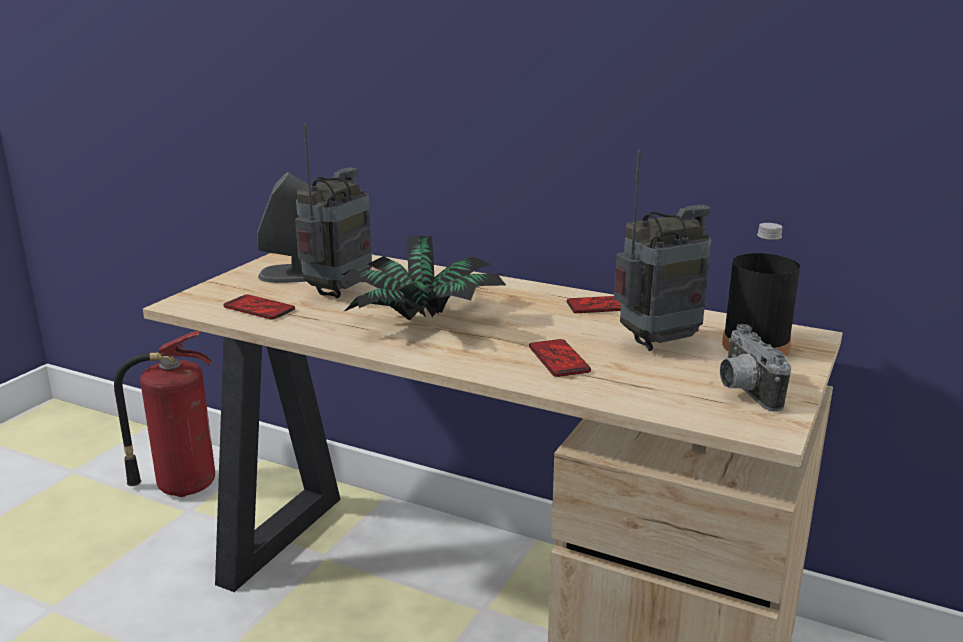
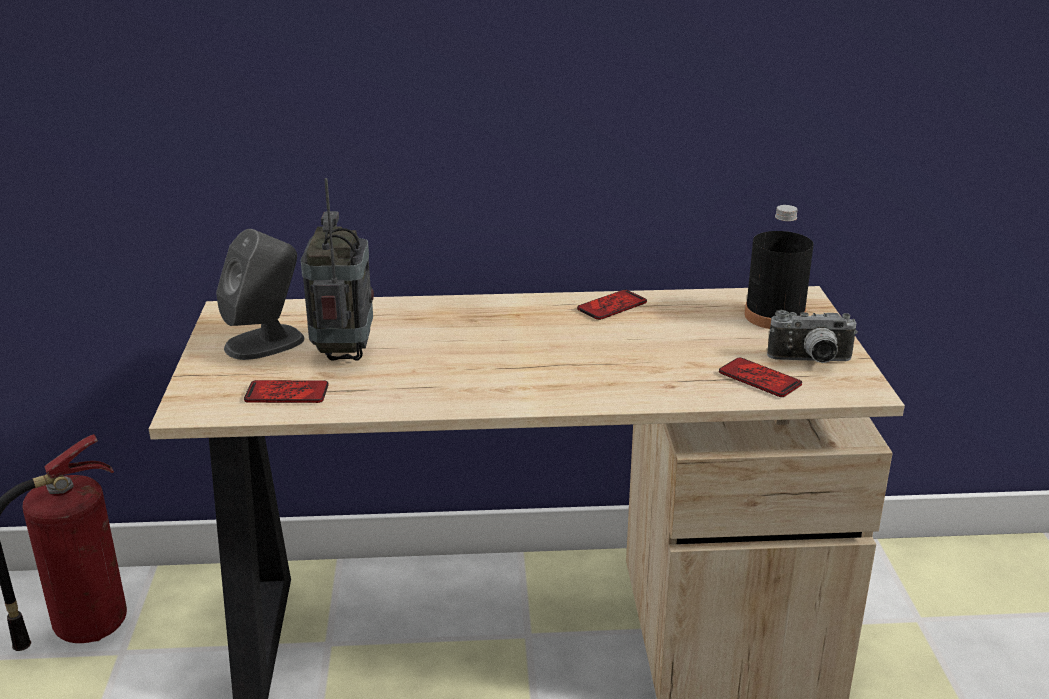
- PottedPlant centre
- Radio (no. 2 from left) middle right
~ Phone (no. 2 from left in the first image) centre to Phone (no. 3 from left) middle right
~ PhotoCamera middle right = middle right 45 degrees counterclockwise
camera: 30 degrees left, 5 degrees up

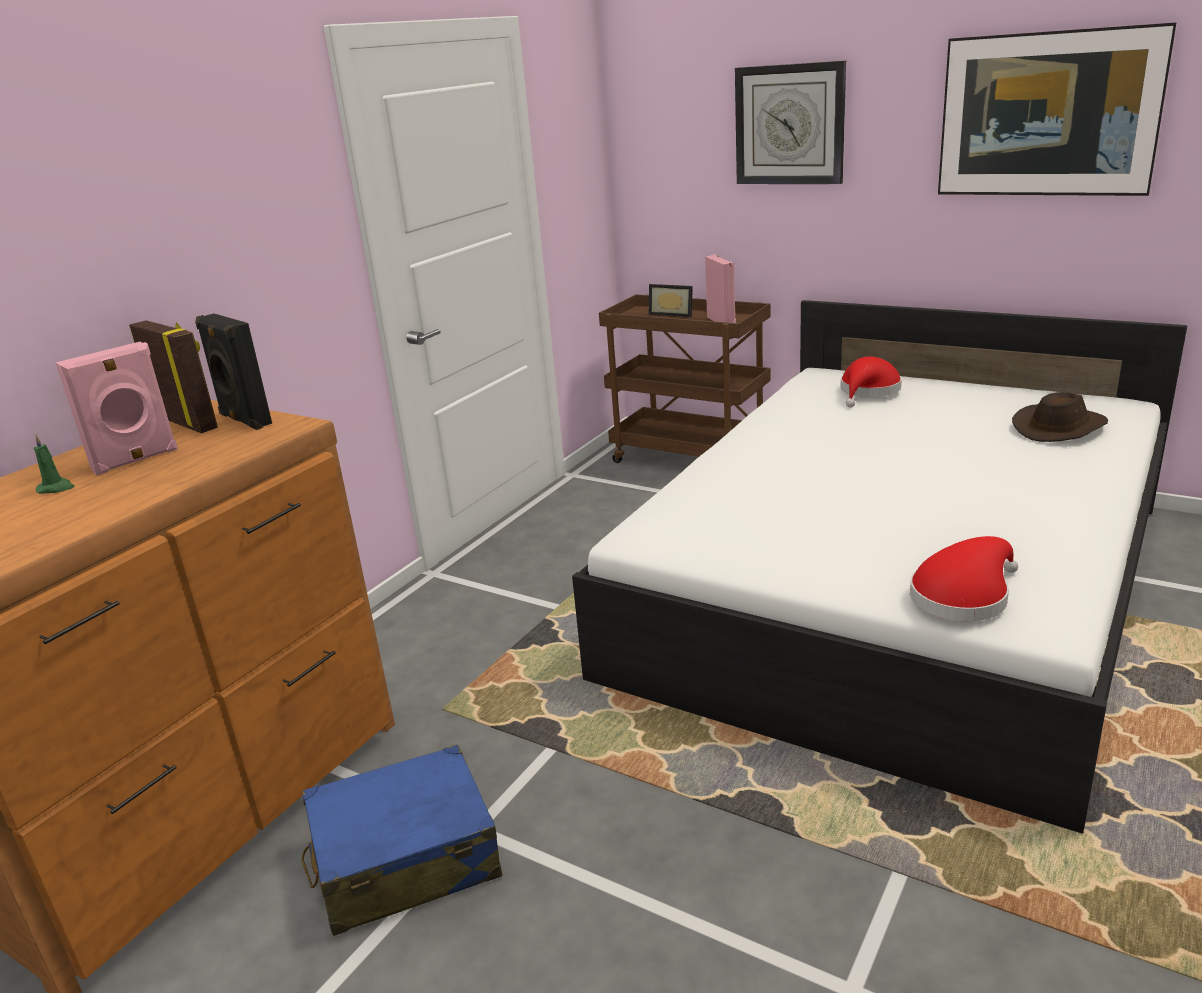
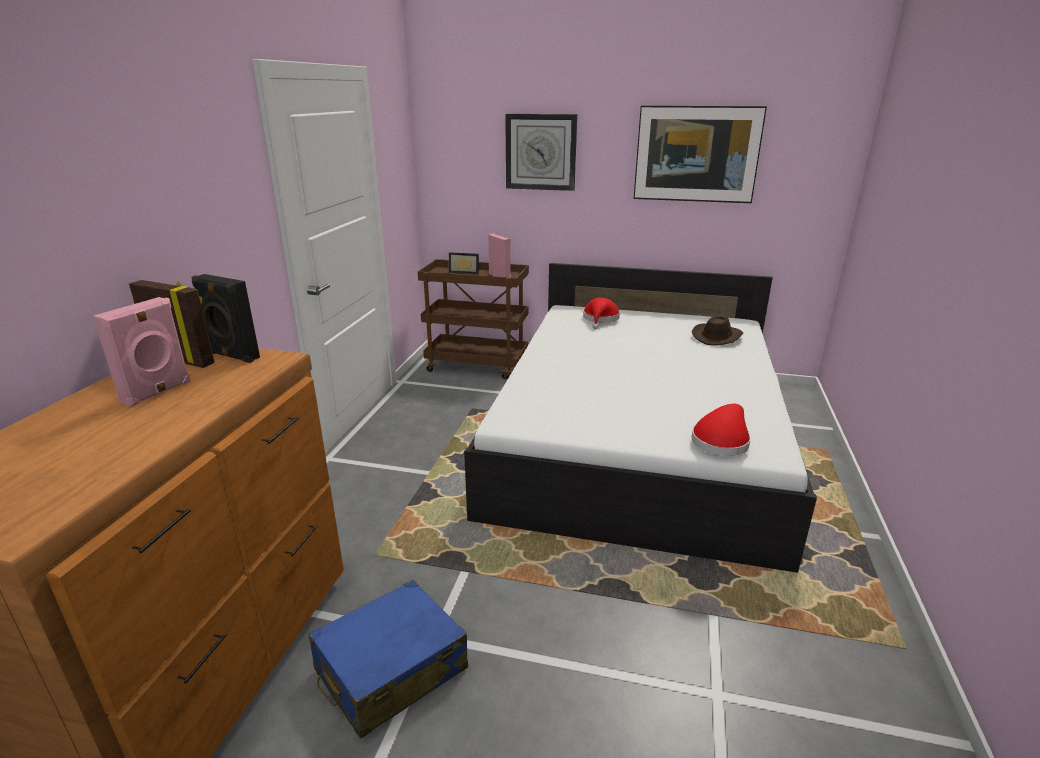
- GreenCandle middle left
camera: 20 degrees left, 0 degrees up

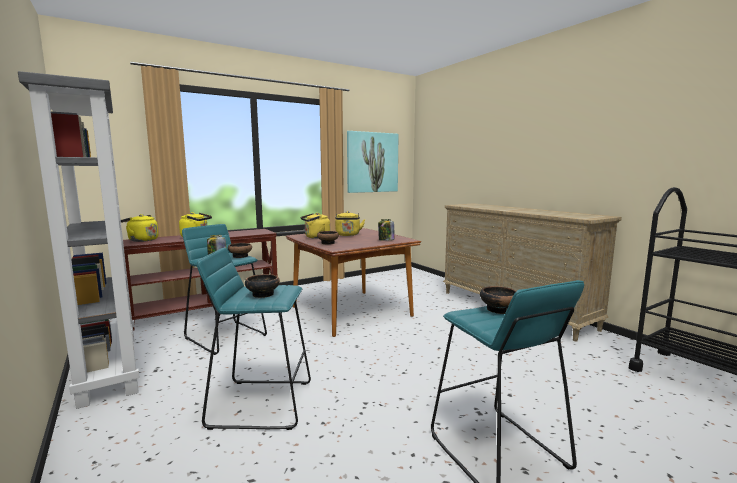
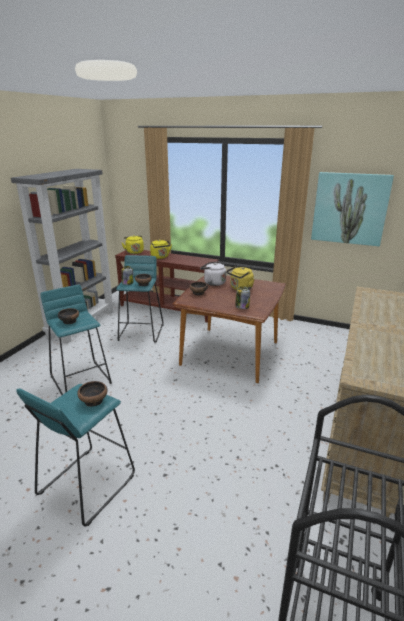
~ YellowKettle (no. 3 from left) centre to WhiteKettle centre
camera: 55 degrees right, 15 degrees up

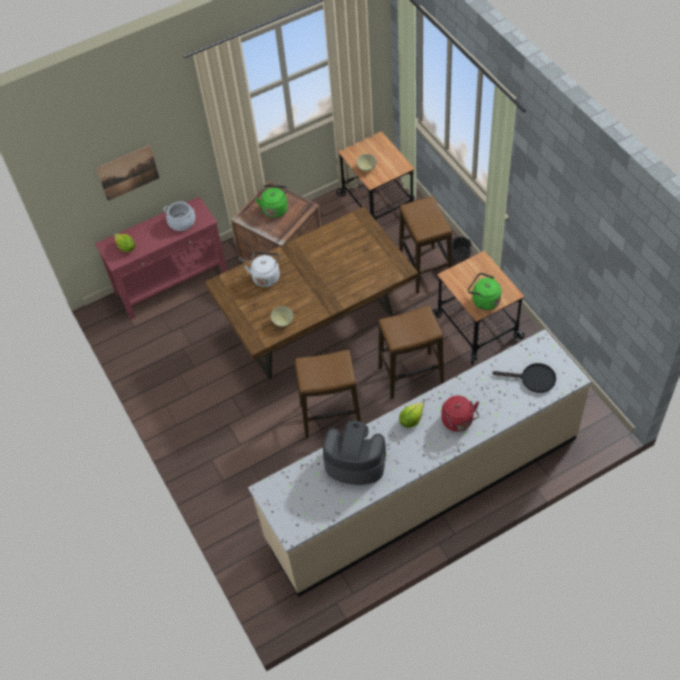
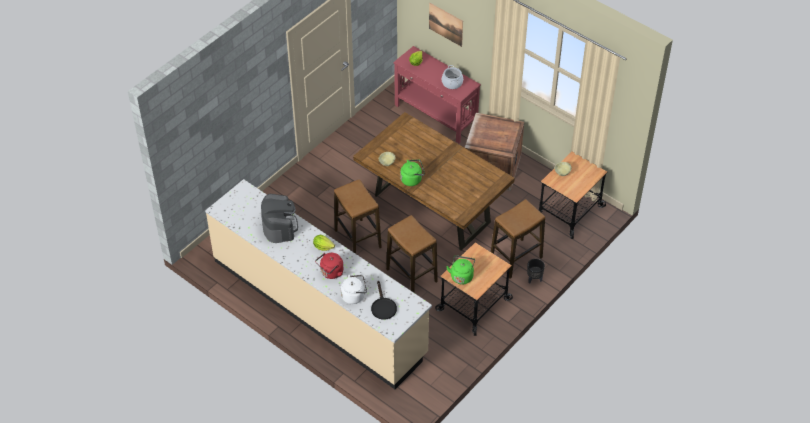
~ WhiteKettle centre to bottom centre
~ GreenKettle (no. 1 from left) top centre to centre
camera: 65 degrees right, 5 degrees down

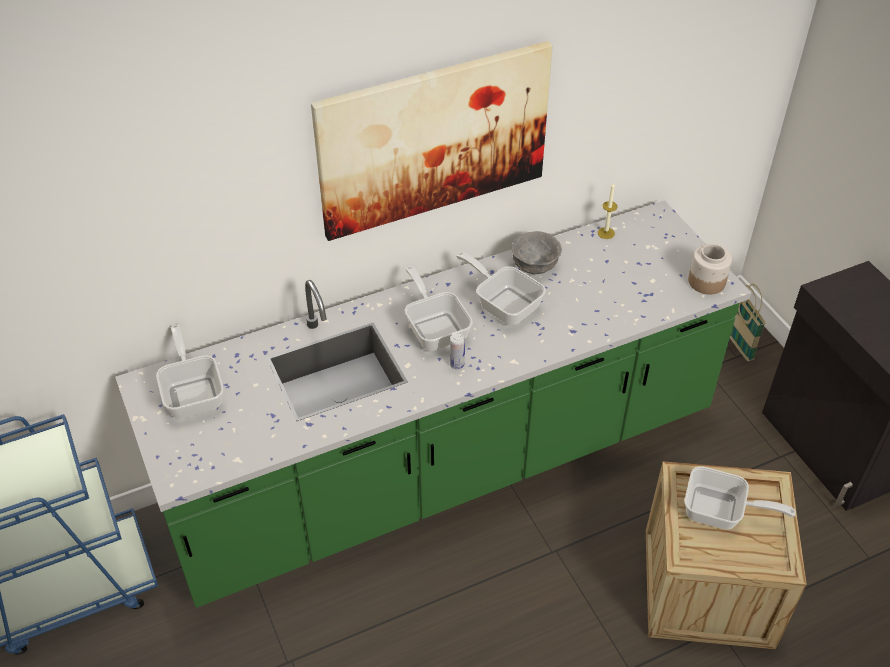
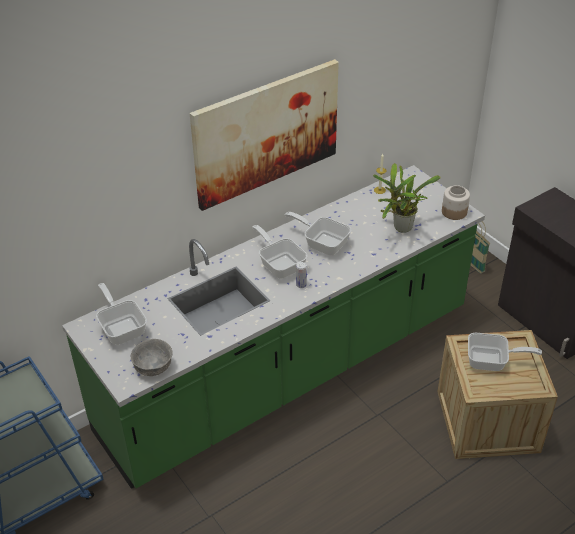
+ PottedPlant middle right
~ GreyBowl centre to bottom left
camera: 10 degrees left, 5 degrees down

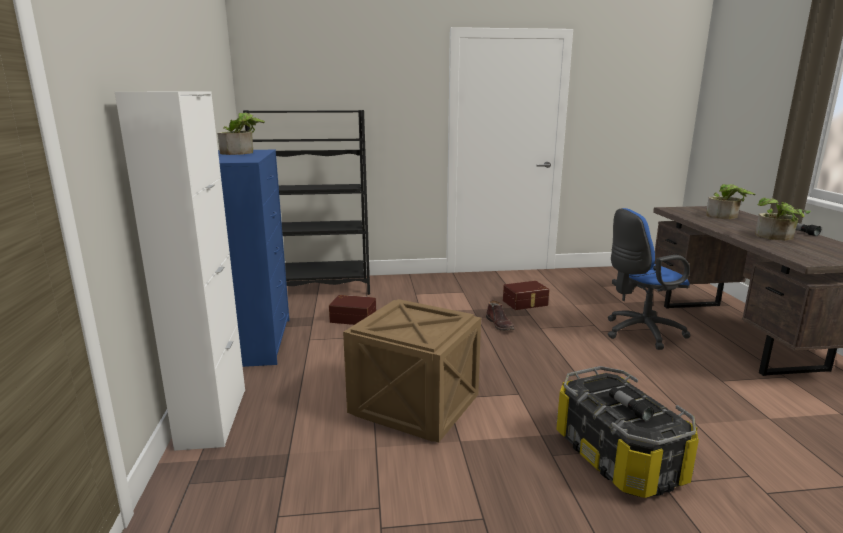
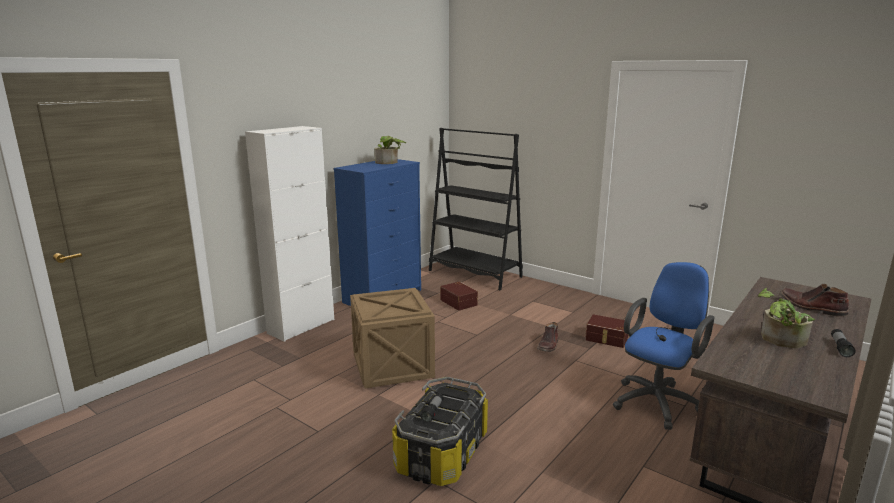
~ PottedPlant (no. 2 from left) middle right to BrownBoot (no. 2 from left) middle right
~ BlueOfficeChair middle right = bottom right 105 degrees clockwise
camera: 45 degrees right, 0 degrees up

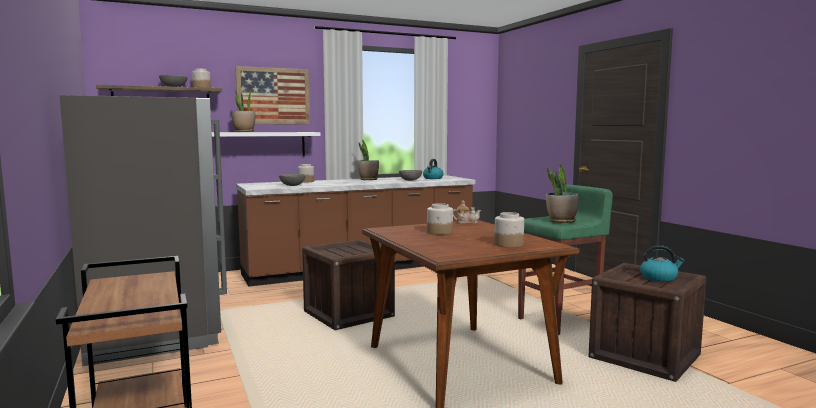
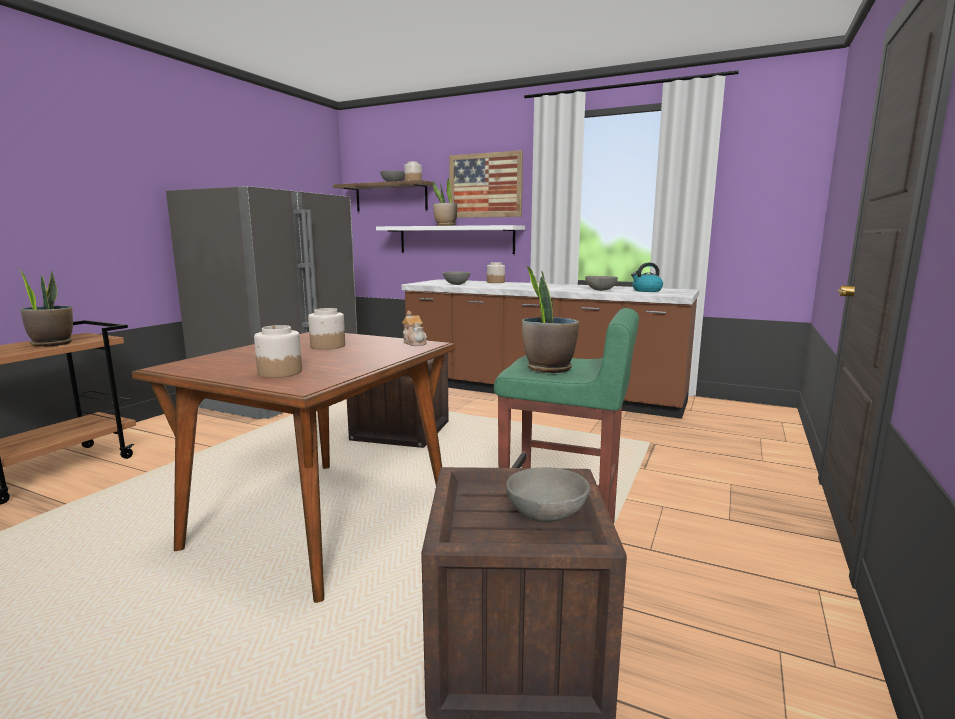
~ PottedPlant (no. 2 from left in the first image) centre to PottedPlant (no. 1 from left) middle left
~ Kettle (no. 2 from left) middle right to GreyBowl (no. 3 from left) bottom centre
camera: 50 degrees right, 5 degrees up

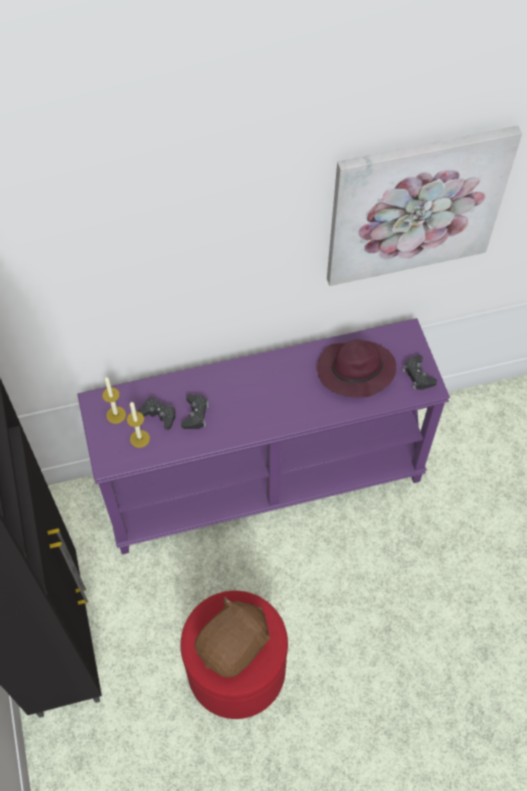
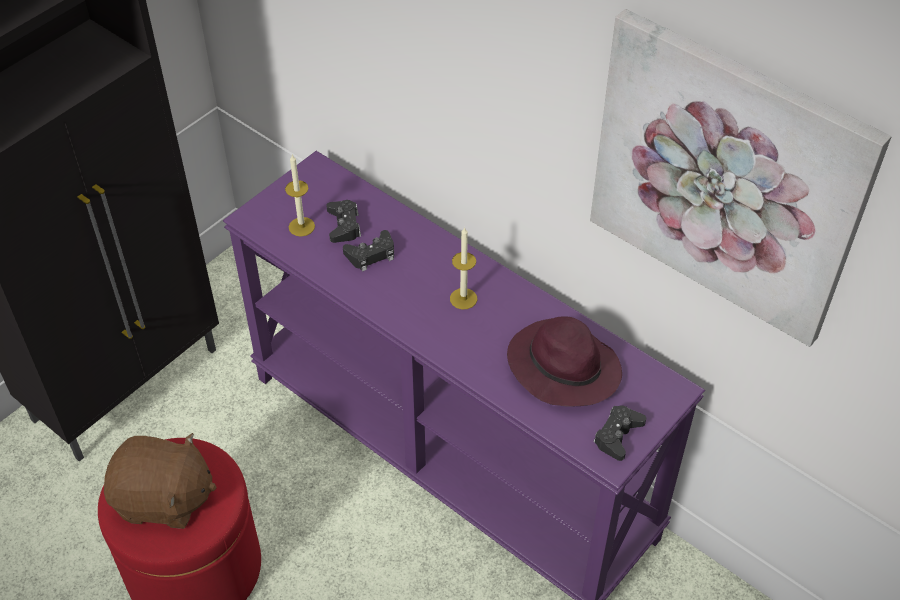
~ Candle (no. 1 from left in the first image) middle left to Candle (no. 2 from left) centre
camera: 55 degrees right, 10 degrees down

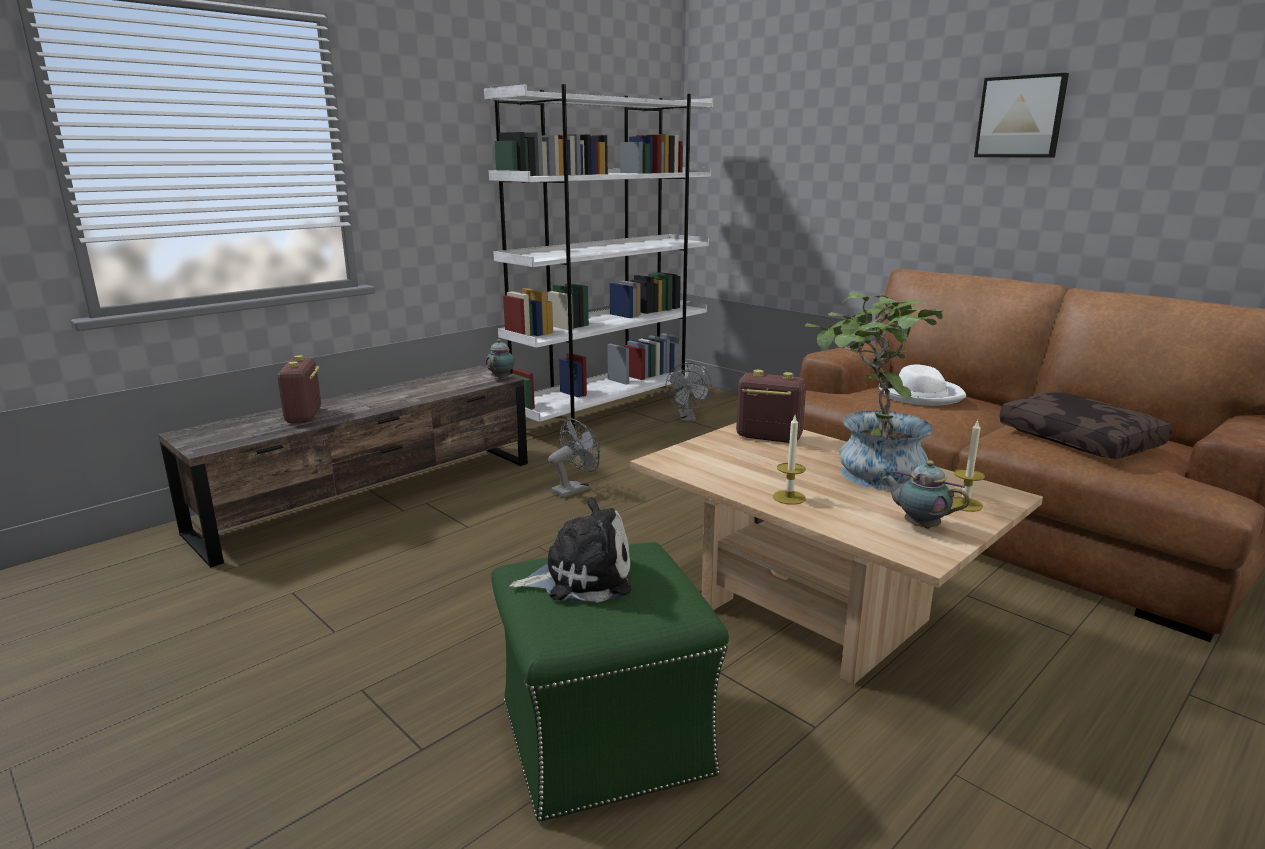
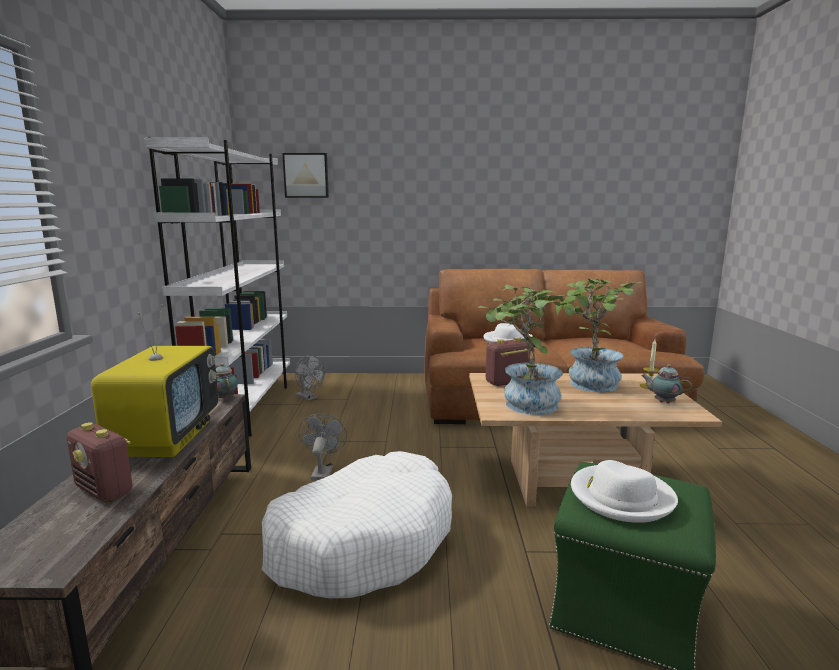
- Candle (no. 1 from left) centre
- BrownPillow middle right
+ Television middle left
+ WhiteDogBed bottom centre
+ PottedPlant (no. 1 from left) centre
~ Picture top right to top centre
~ PlushToy centre to WhiteHat (no. 2 from left) bottom right
~ Teapot (no. 2 from left) middle right = middle right 45 degrees clockwise
camera: 45 degrees left, 5 degrees down

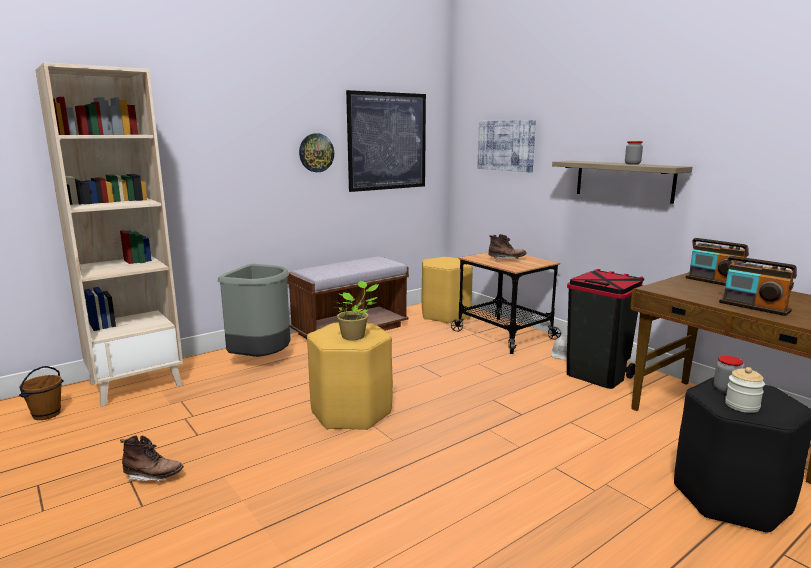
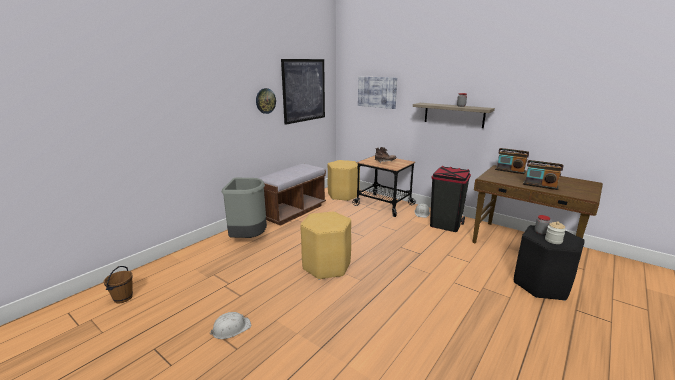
- BeigeBookcase middle left
- PottedPlant centre
~ BrownBoot (no. 1 from left) bottom left to WhiteHardHat (no. 1 from left) bottom centre
camera: 15 degrees left, 5 degrees up

